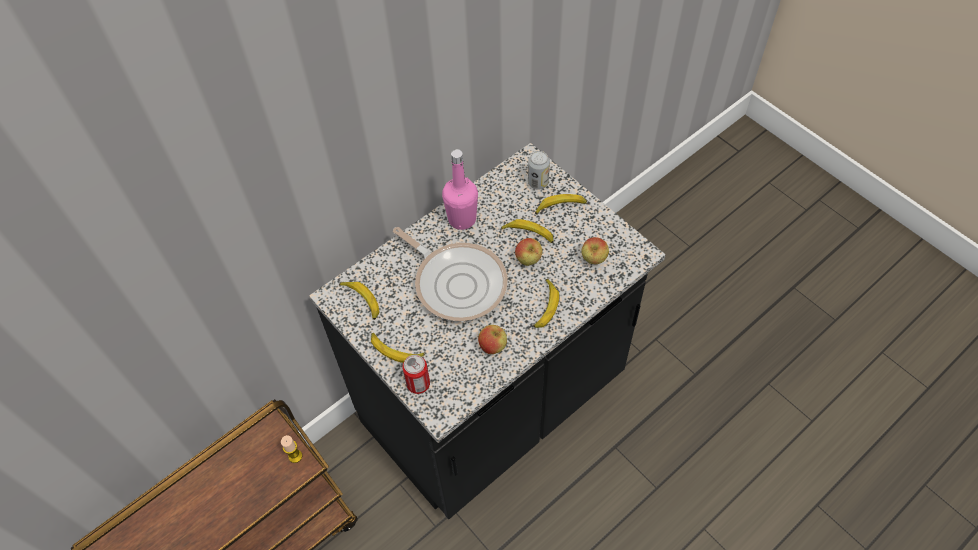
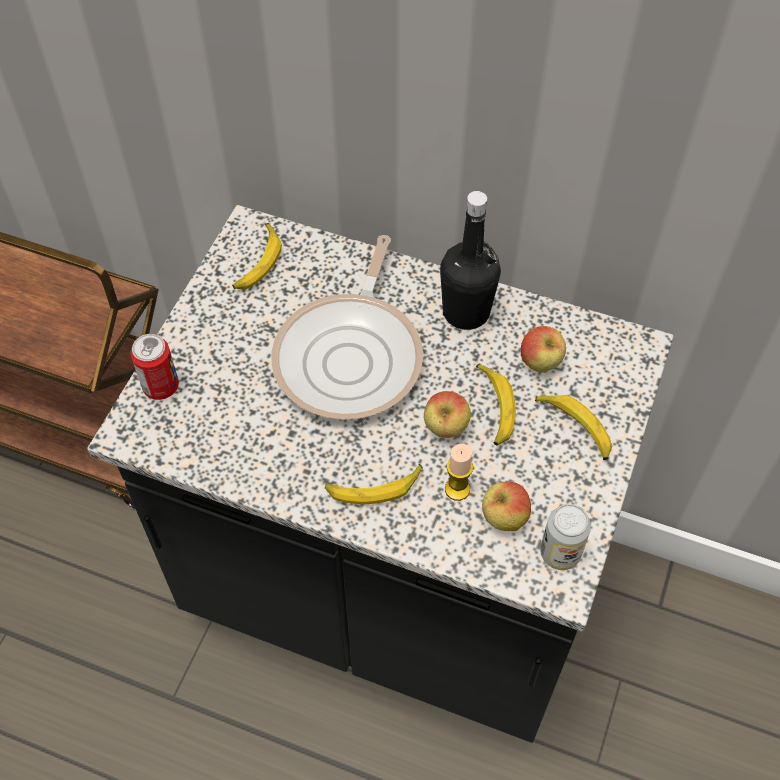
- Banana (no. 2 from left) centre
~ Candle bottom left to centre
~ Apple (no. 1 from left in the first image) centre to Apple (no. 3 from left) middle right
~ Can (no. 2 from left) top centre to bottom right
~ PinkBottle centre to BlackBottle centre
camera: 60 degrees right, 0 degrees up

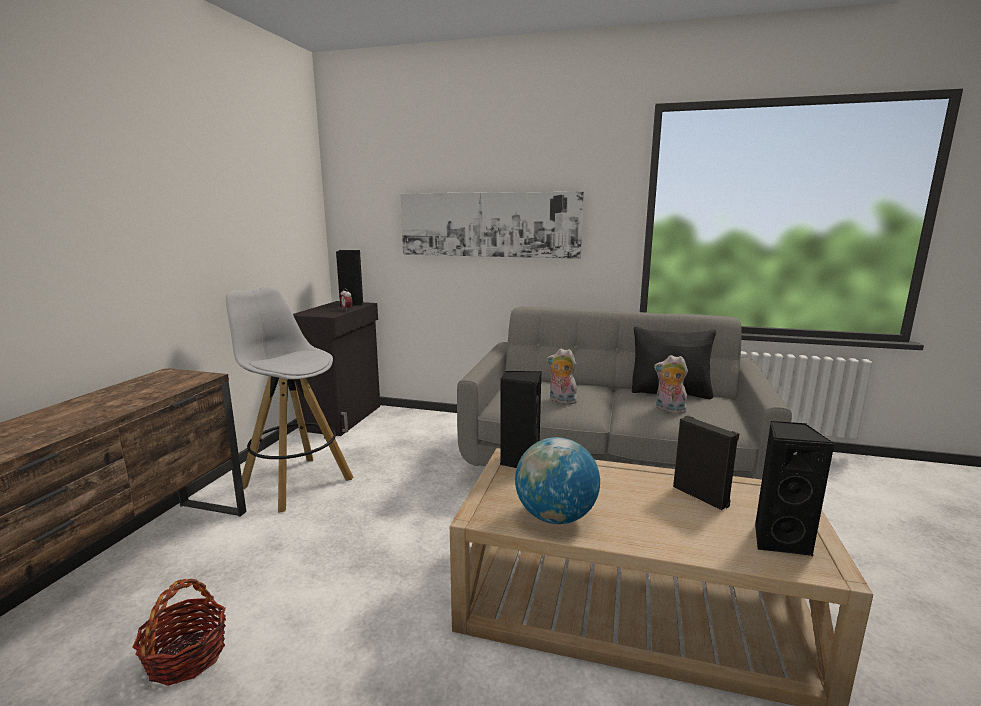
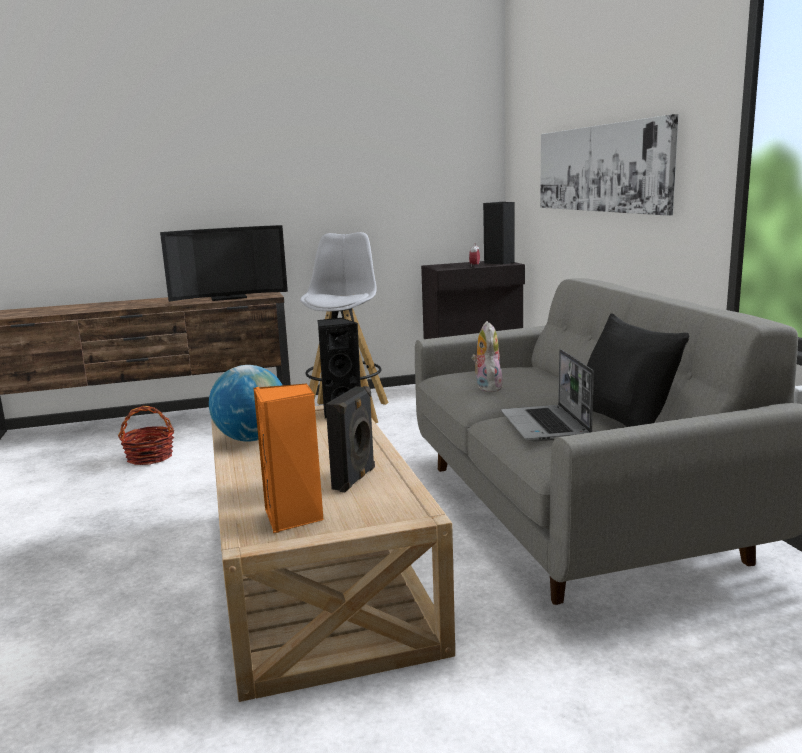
+ Television middle left
~ PlushToy (no. 2 from left) middle right to Laptop middle right
~ BlackSpeaker (no. 4 from left) bottom right to OrangeSpeaker centre
camera: 60 degrees right, 0 degrees up

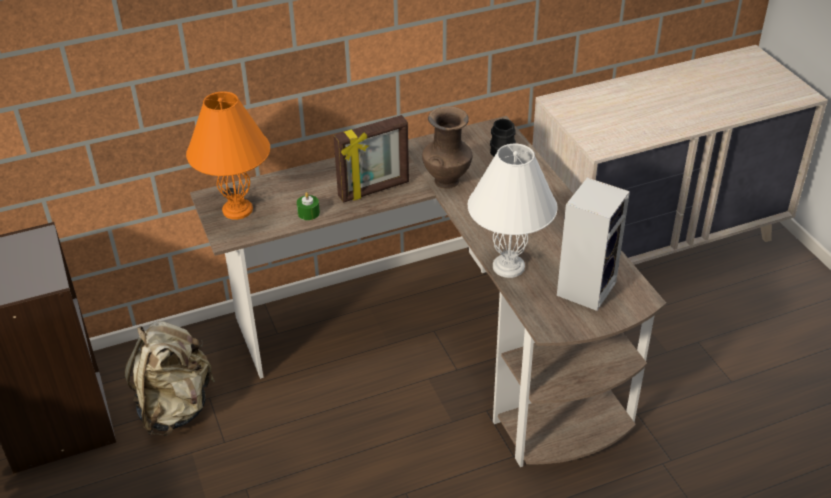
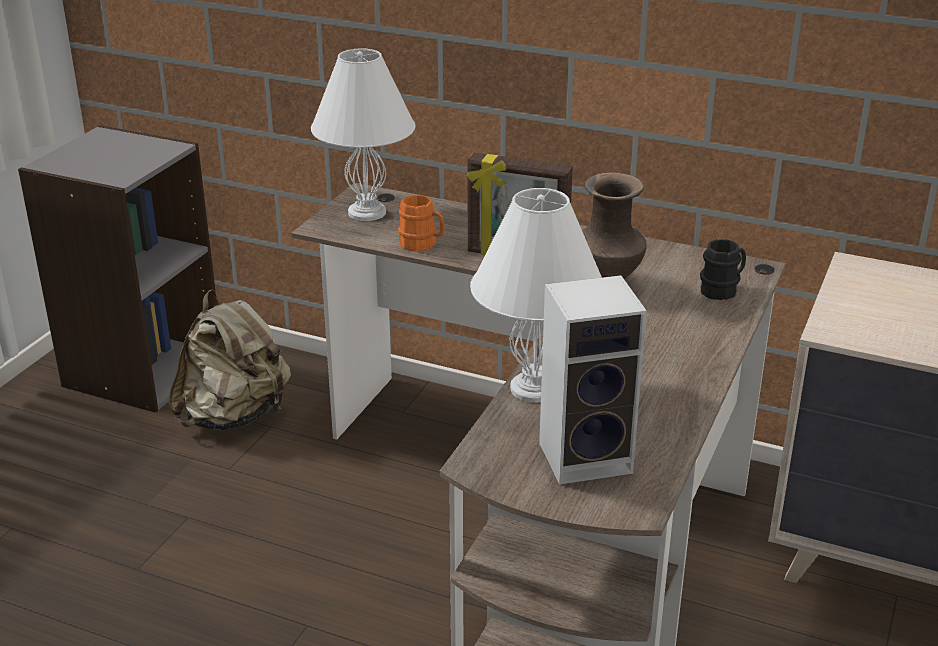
~ GreenCandle centre to OrangeMug centre
~ OrangeTableLamp top left to WhiteTableLamp (no. 1 from left) top centre
camera: 45 degrees right, 10 degrees down

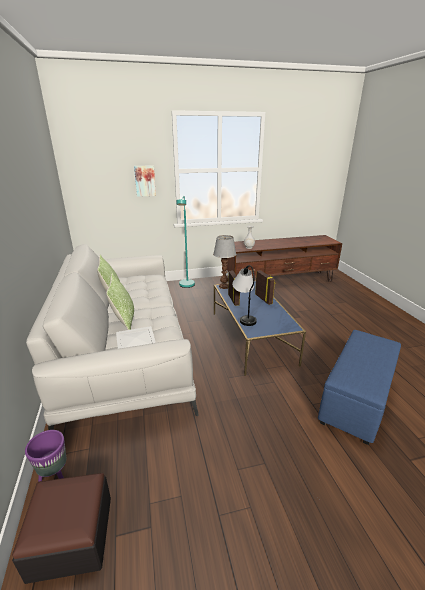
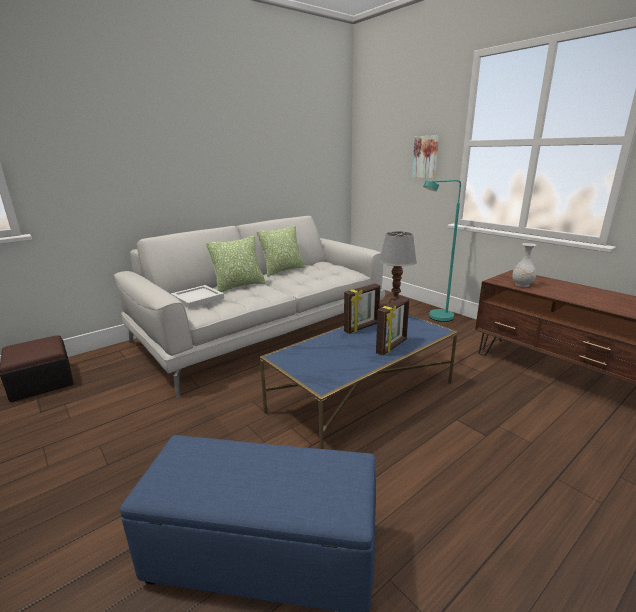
- PurplePlanter bottom left
- TableLamp (no. 2 from left) centre
camera: 65 degrees right, 5 degrees down

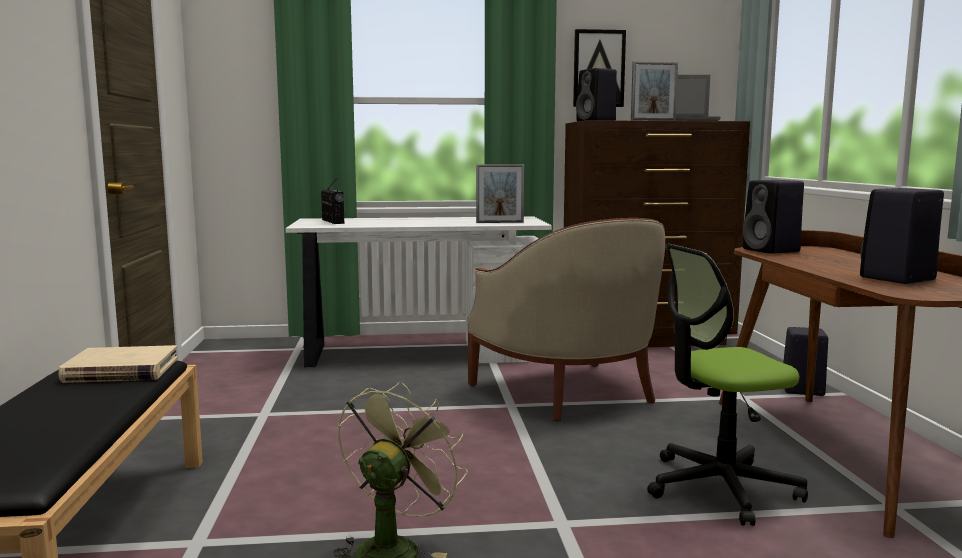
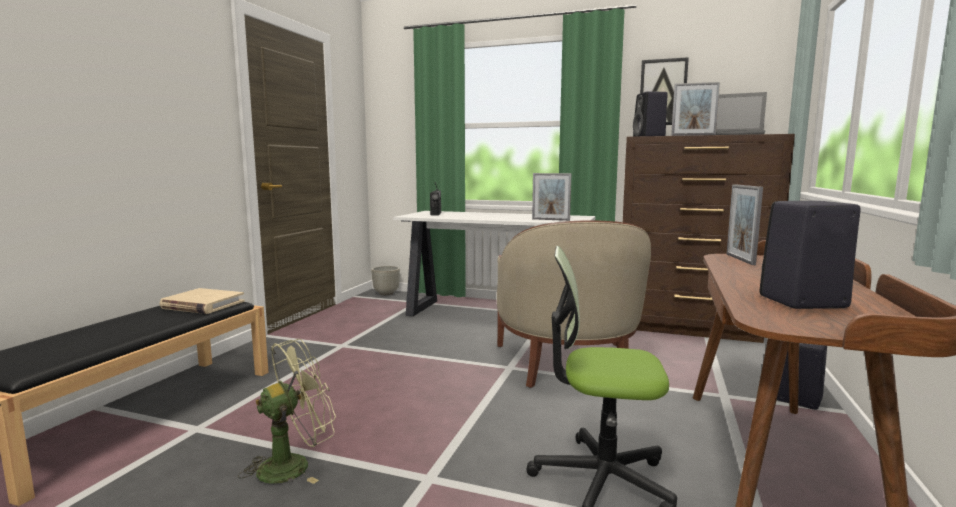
+ GreyPlanter centre
~ BlackSpeaker (no. 2 from left) middle right to PictureFrame (no. 3 from left) middle right
camera: 25 degrees right, 0 degrees up

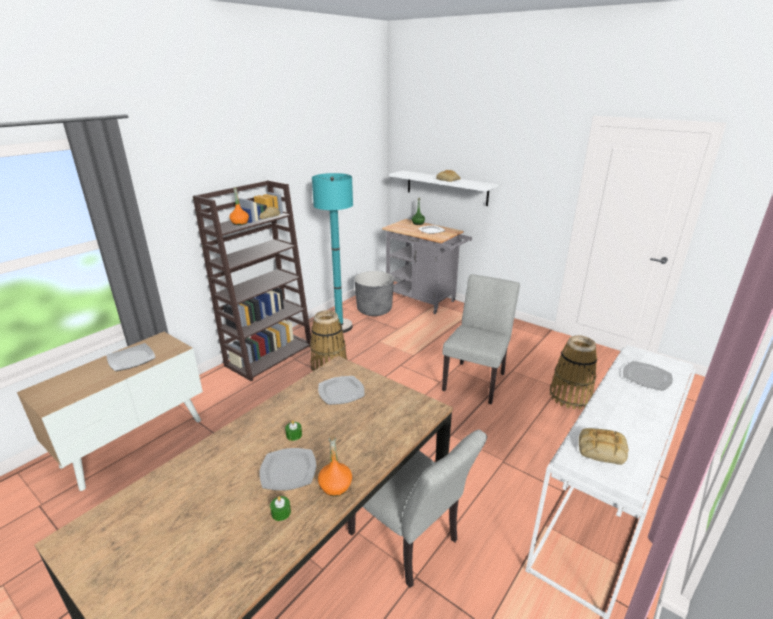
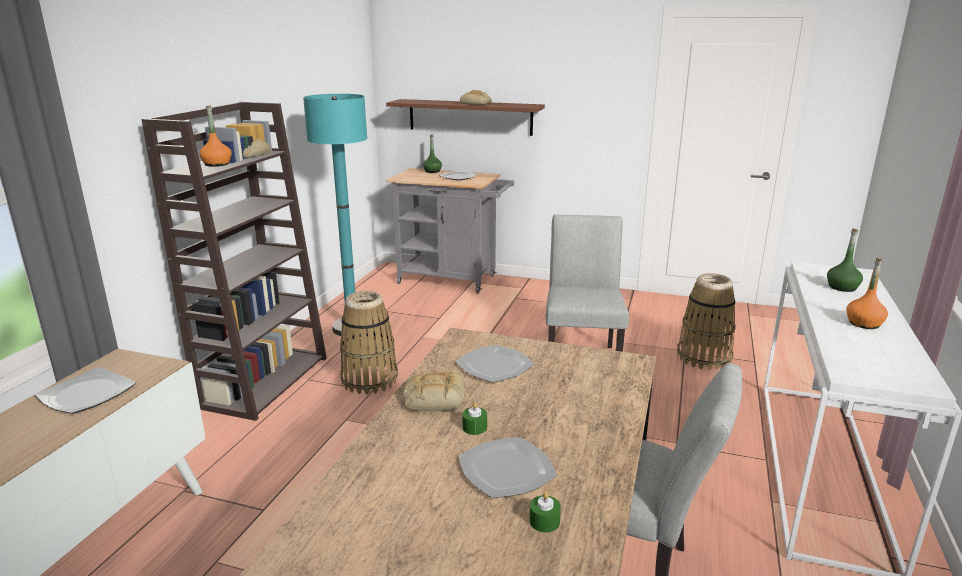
- GreyPlanter centre
~ OrangeBottle (no. 2 from left) bottom centre to middle right
~ Bread (no. 3 from left in the first image) bottom right to Bread (no. 2 from left) bottom centre
~ Plate (no. 5 from left) middle right to GreenBottle (no. 2 from left) middle right
~ WhiteShelf top centre to BrownShelf top centre
camera: 20 degrees left, 5 degrees down

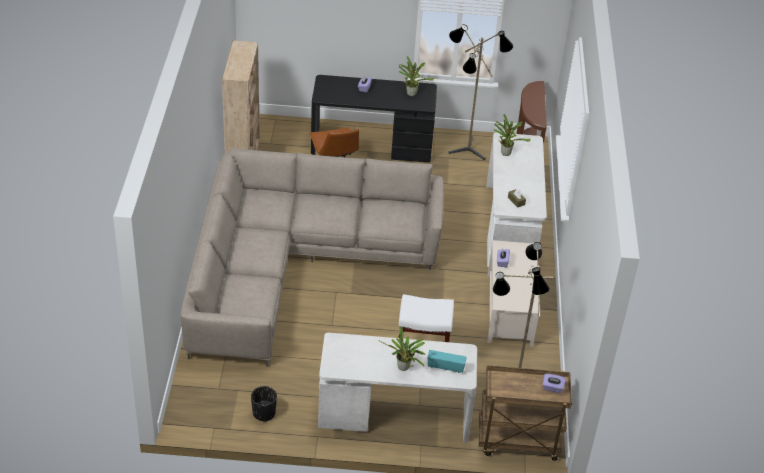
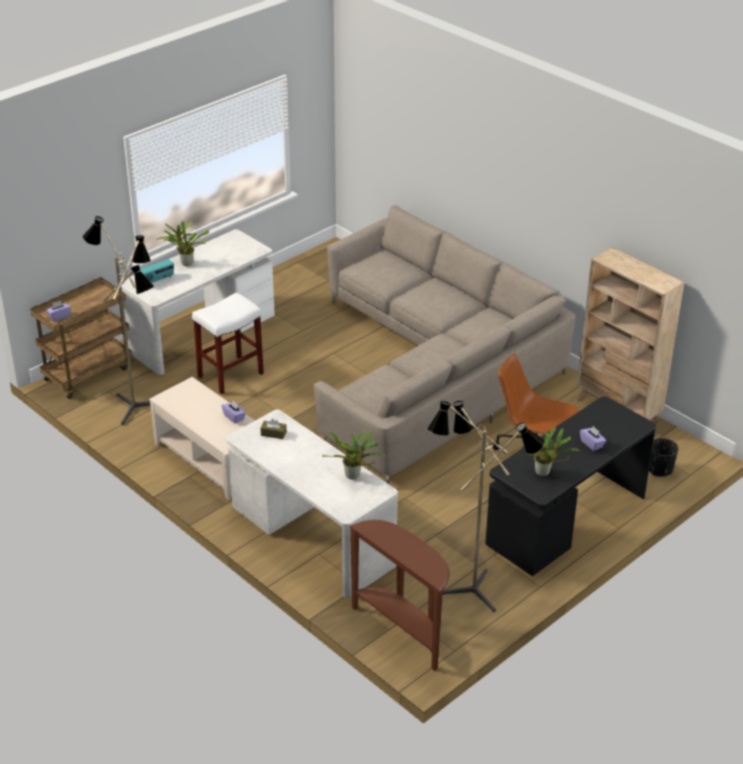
~ BlackPlanter bottom centre to middle right
camera: 135 degrees right, 5 degrees down

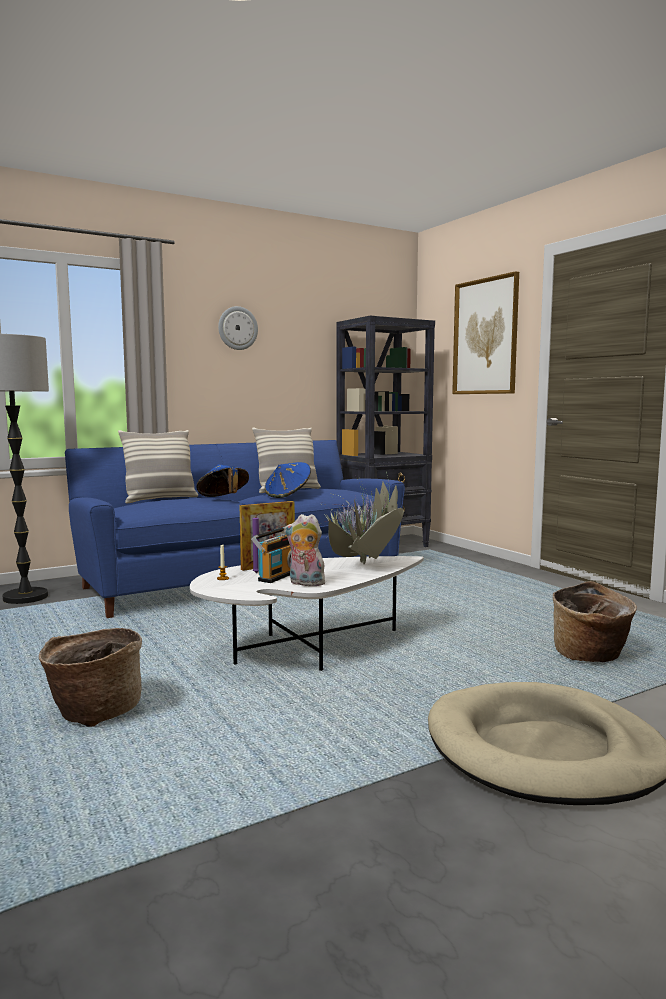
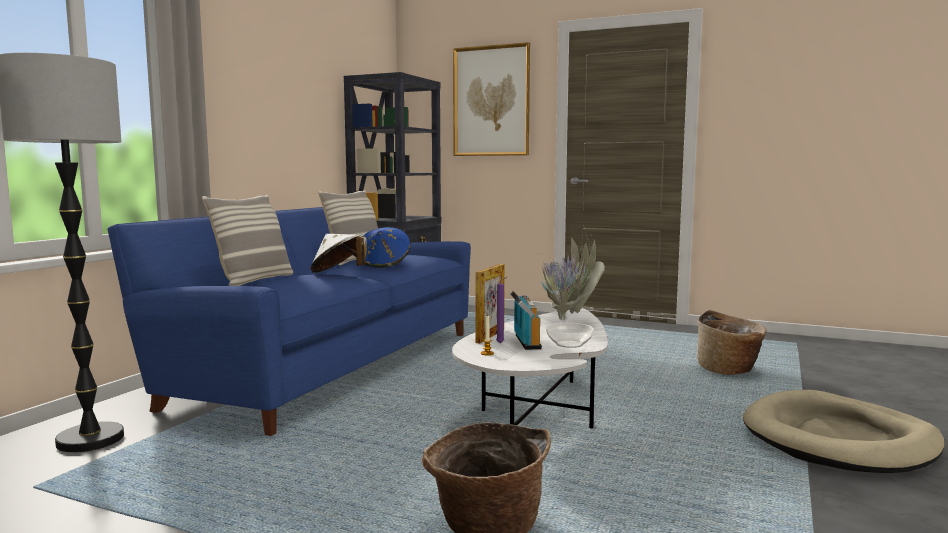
- WallClock top centre
~ PlushToy centre to Bowl centre
~ BlueHat (no. 1 from left) centre to WhiteHat centre
camera: 35 degrees left, 0 degrees up

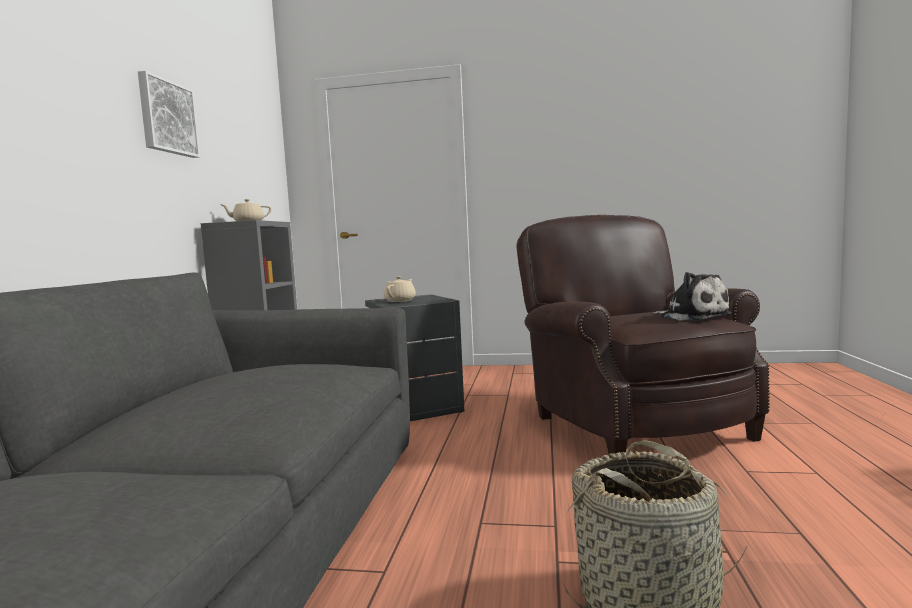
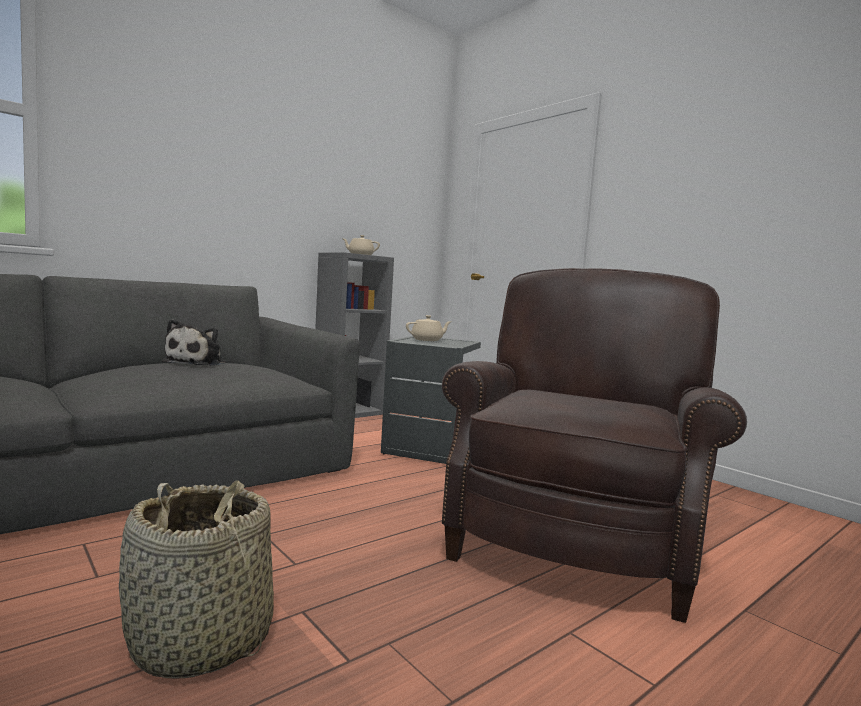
- Picture top left
~ PlushToy middle right to middle left
camera: 40 degrees right, 0 degrees up

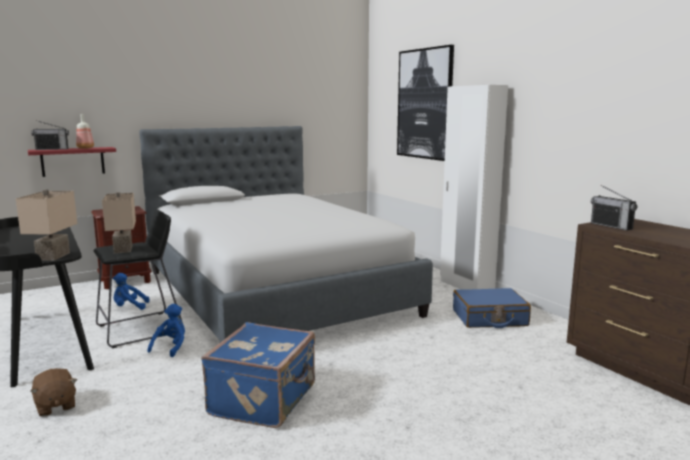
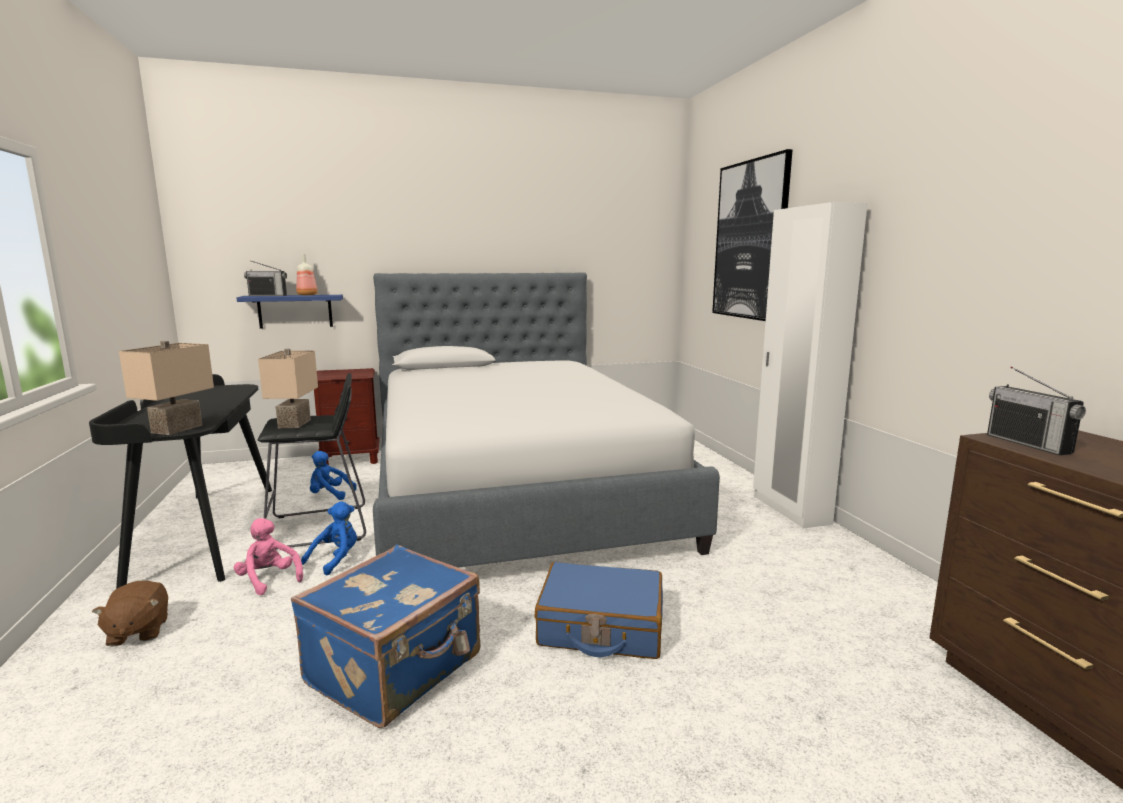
+ PinkPlushToy bottom left
~ BlueSuitcase (no. 2 from left) bottom right to bottom centre
~ RedShelf middle left to BlueShelf middle left
camera: 15 degrees right, 0 degrees up

